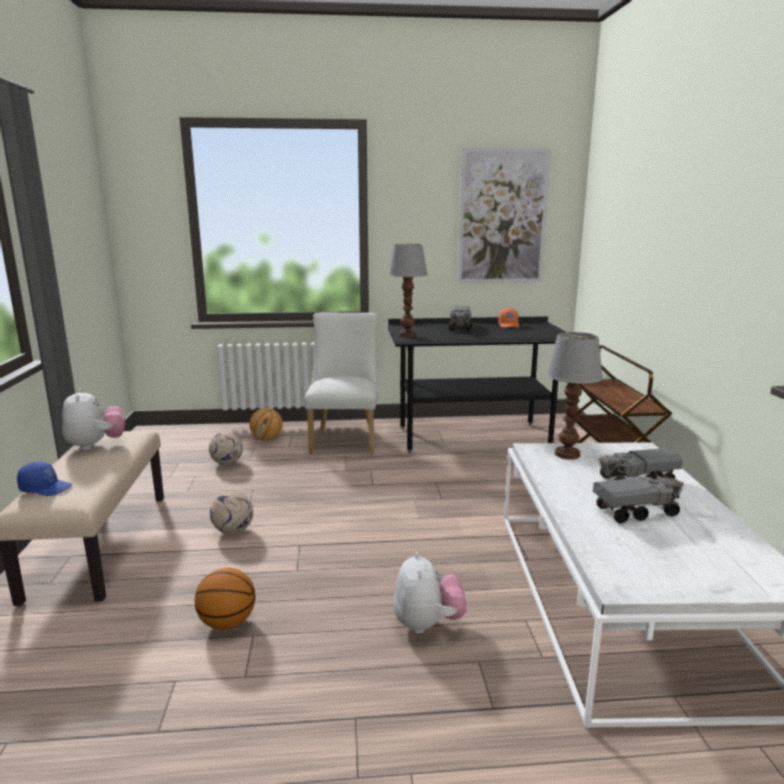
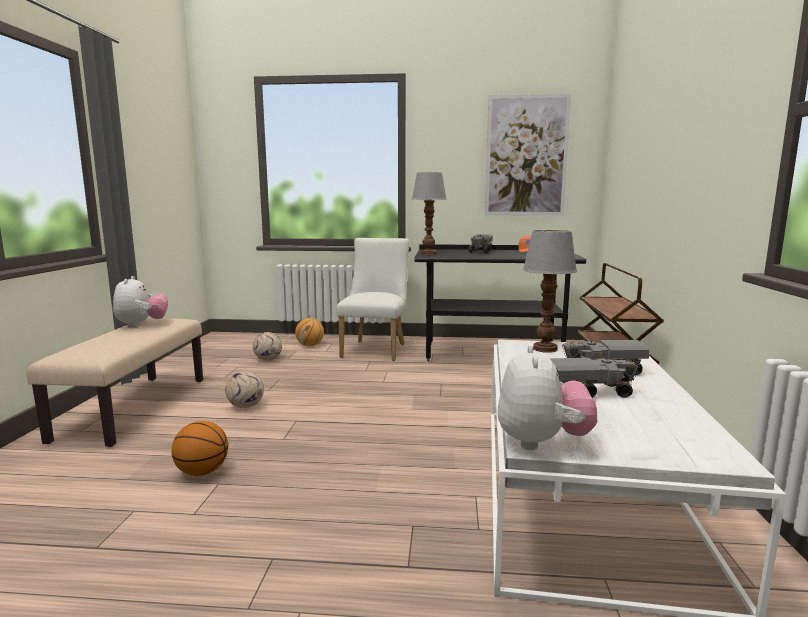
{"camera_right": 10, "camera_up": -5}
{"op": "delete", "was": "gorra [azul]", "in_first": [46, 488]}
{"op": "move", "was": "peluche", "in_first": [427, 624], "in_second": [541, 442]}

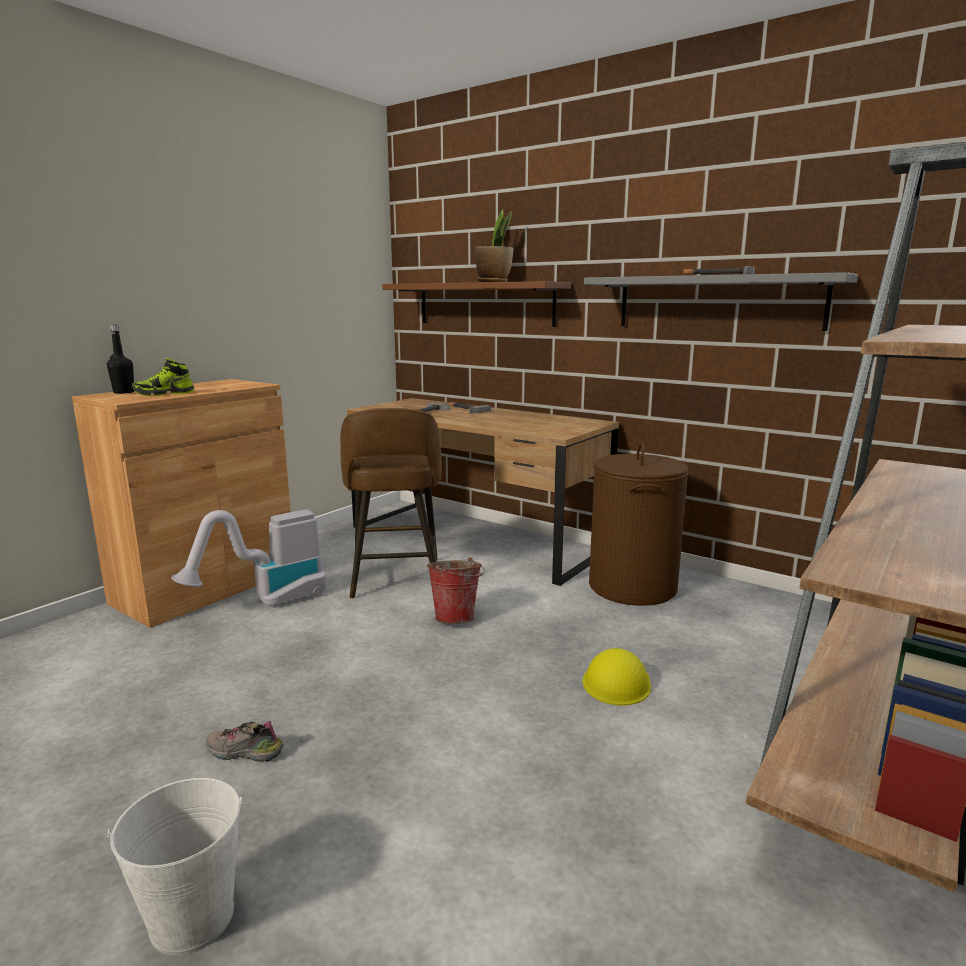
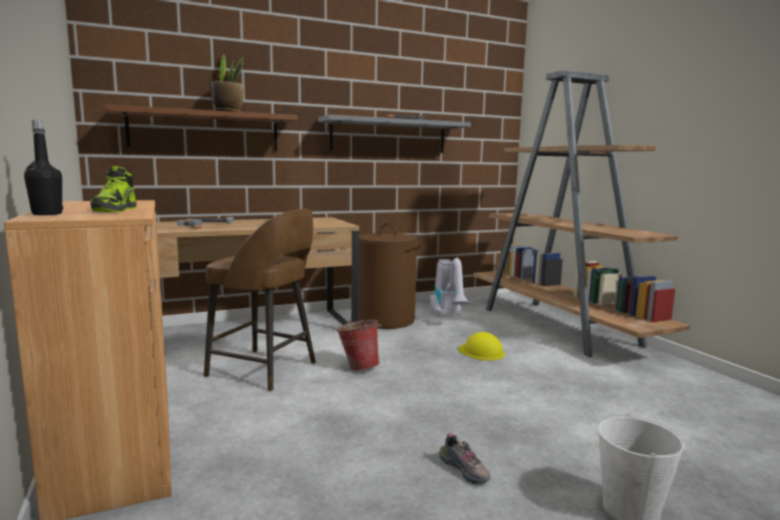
{"camera_right": -60, "camera_up": -5}
{"op": "move", "was": "aspiradora", "in_first": [267, 602], "in_second": [448, 315]}
{"op": "rotate", "was": "zapato", "in_first": [243, 753], "in_second": [465, 470], "clockwise": -75}

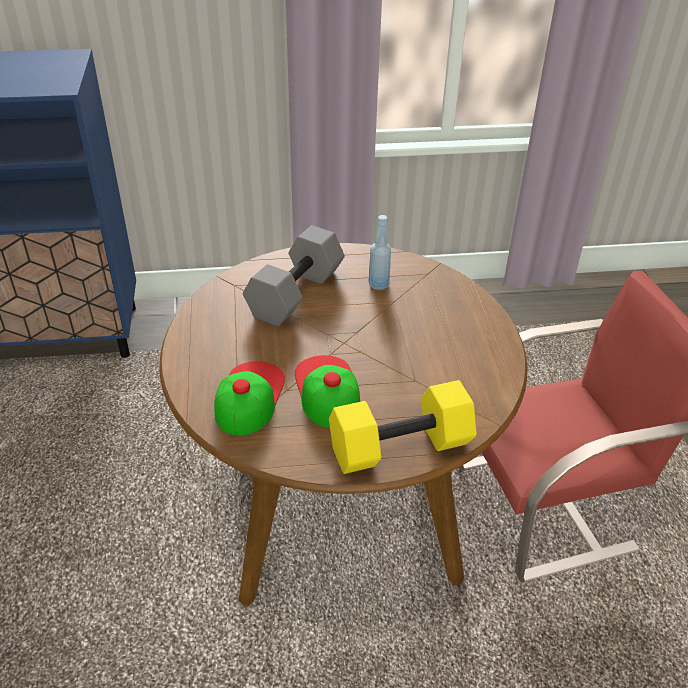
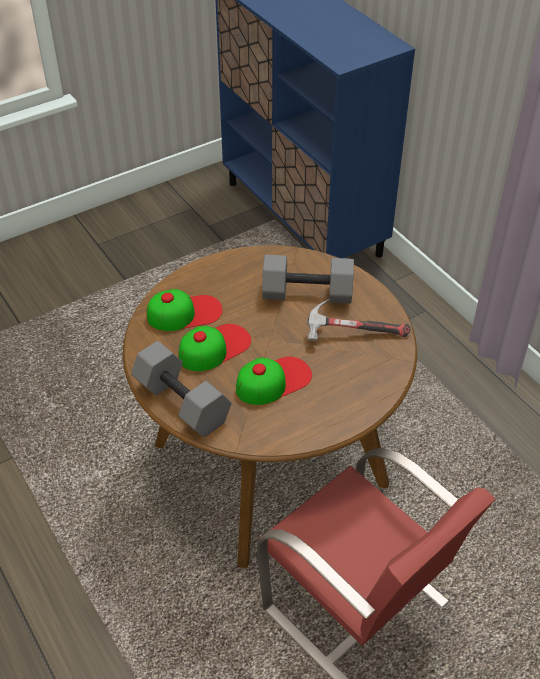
{"camera_right": 65, "camera_up": 5}
{"op": "insert", "now": "gorra", "in_second": [273, 380]}
{"op": "replace", "was": "botella [azul]", "now": "martillo", "in_first": [378, 284], "in_second": [353, 334]}
{"op": "recolor", "was": "mancuerna [amarillo]", "now": "mancuerna [gris]", "in_first": [400, 445], "in_second": [184, 402]}

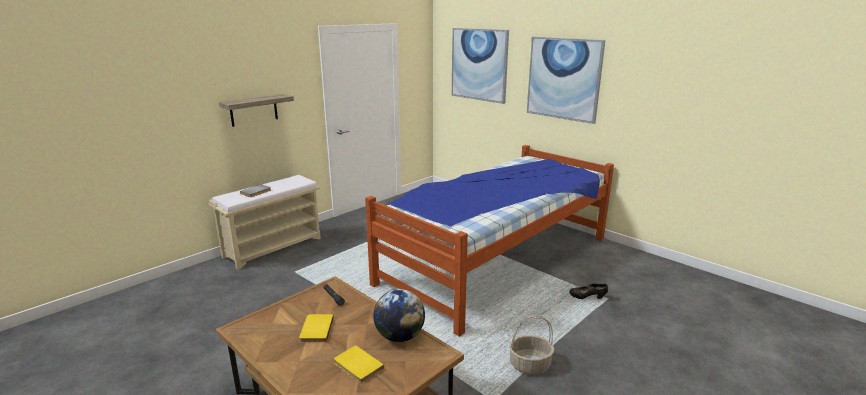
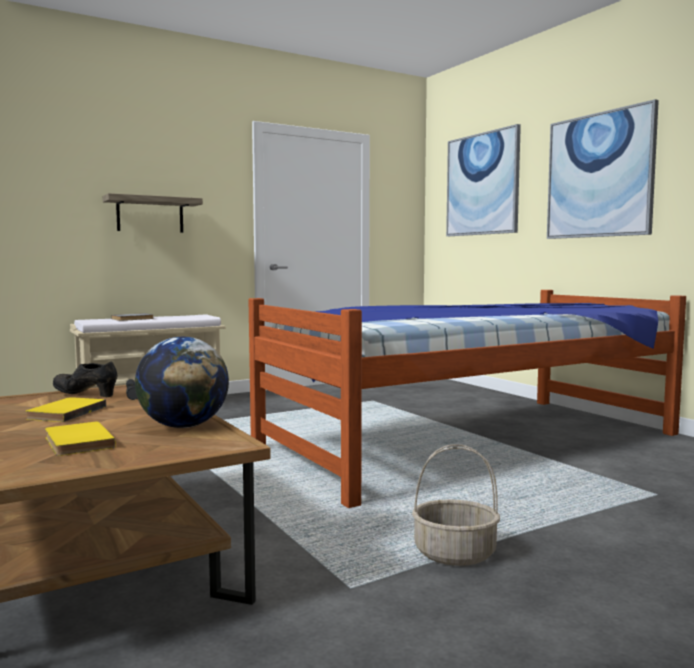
{"camera_right": 15, "camera_up": -15}
{"op": "move", "was": "zapato [negro]", "in_first": [587, 298], "in_second": [86, 395]}

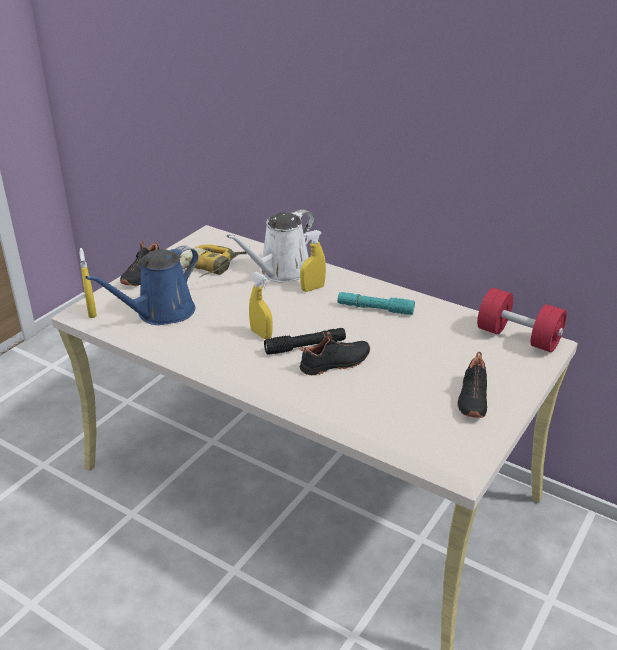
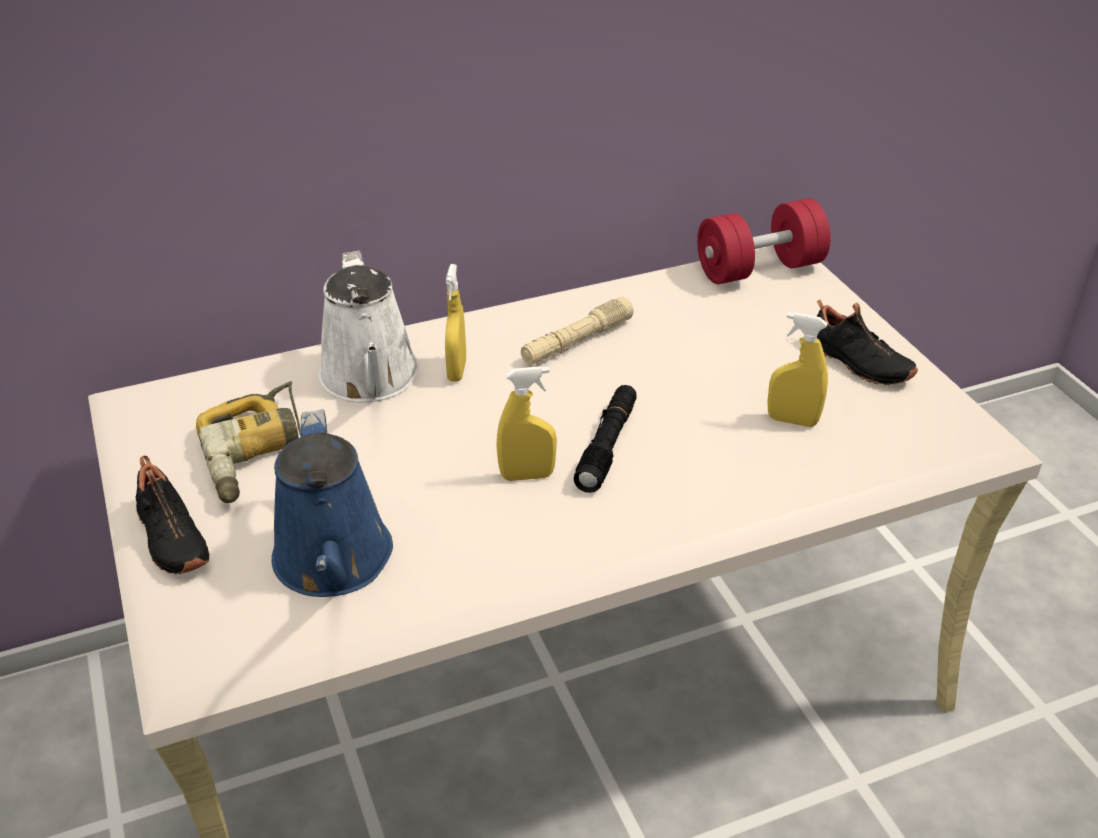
{"camera_right": -55, "camera_up": 5}
{"op": "delete", "was": "zapato [negro]", "in_first": [335, 364]}
{"op": "move", "was": "pulverizador [amarillo]", "in_first": [92, 312], "in_second": [792, 420]}
{"op": "recolor", "was": "linterna [turquesa]", "now": "linterna [beis]", "in_first": [375, 309], "in_second": [577, 342]}

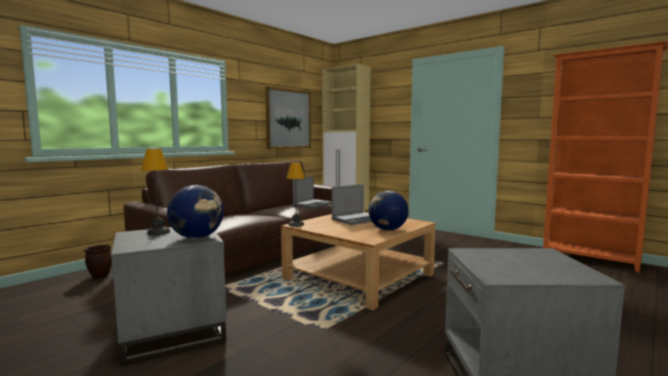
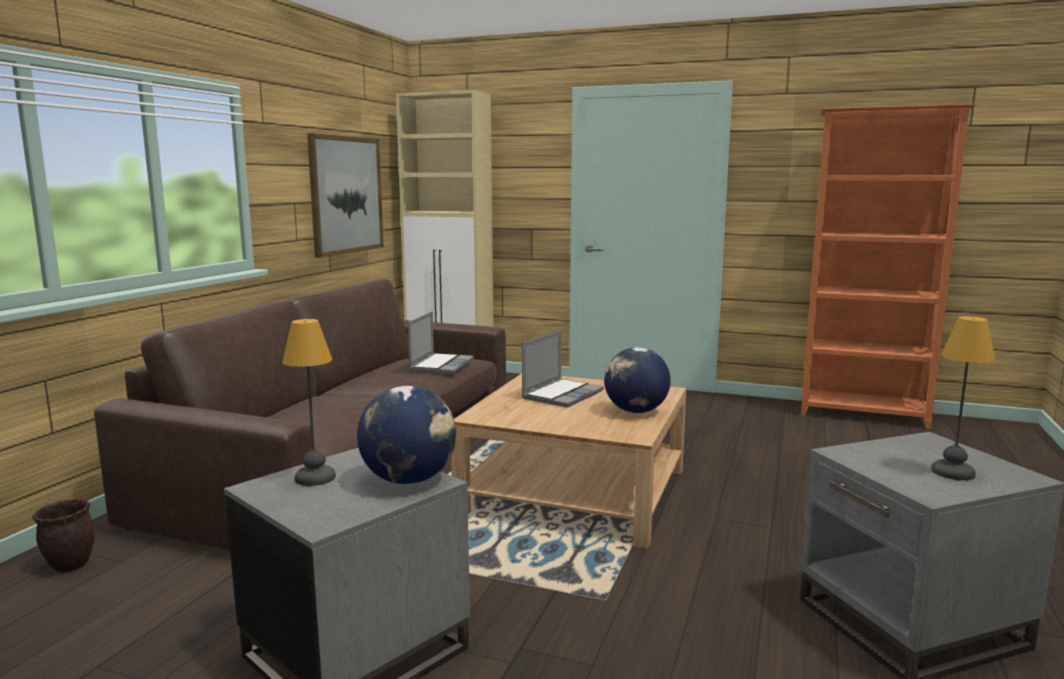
{"camera_right": -20, "camera_up": 5}
{"op": "move", "was": "lámpara de mesa", "in_first": [296, 224], "in_second": [953, 472]}

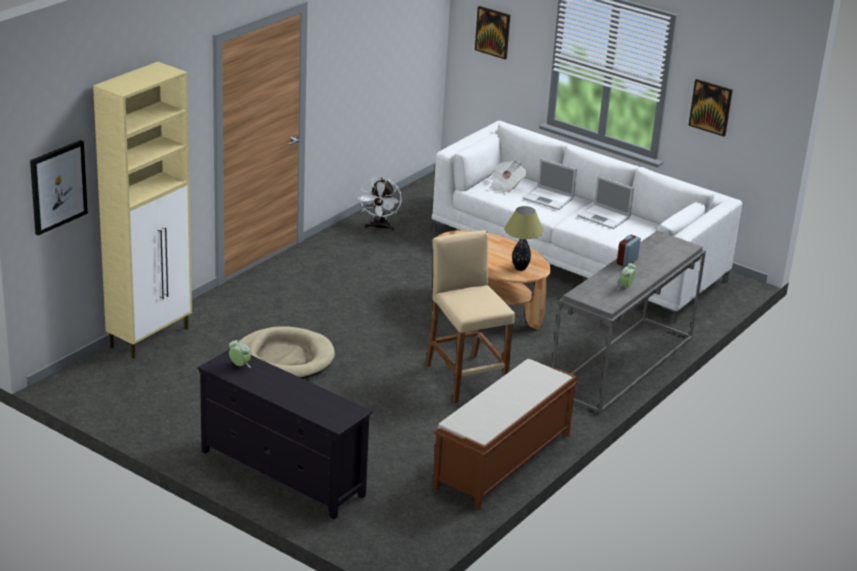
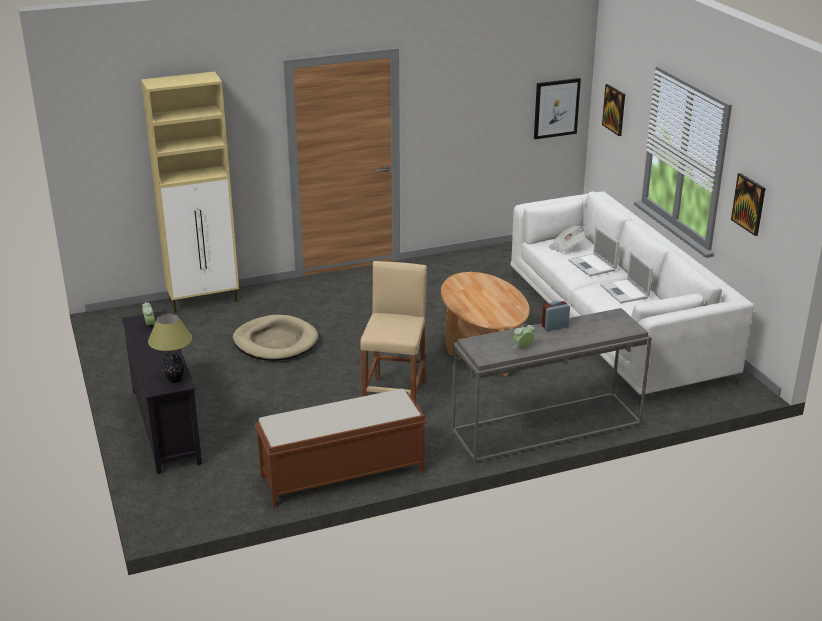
{"camera_right": 35, "camera_up": 0}
{"op": "delete", "was": "ventilador [blanco]", "in_first": [379, 227]}
{"op": "move", "was": "cuadro", "in_first": [58, 186], "in_second": [556, 108]}
{"op": "move", "was": "lámpara de mesa", "in_first": [520, 268], "in_second": [175, 380]}

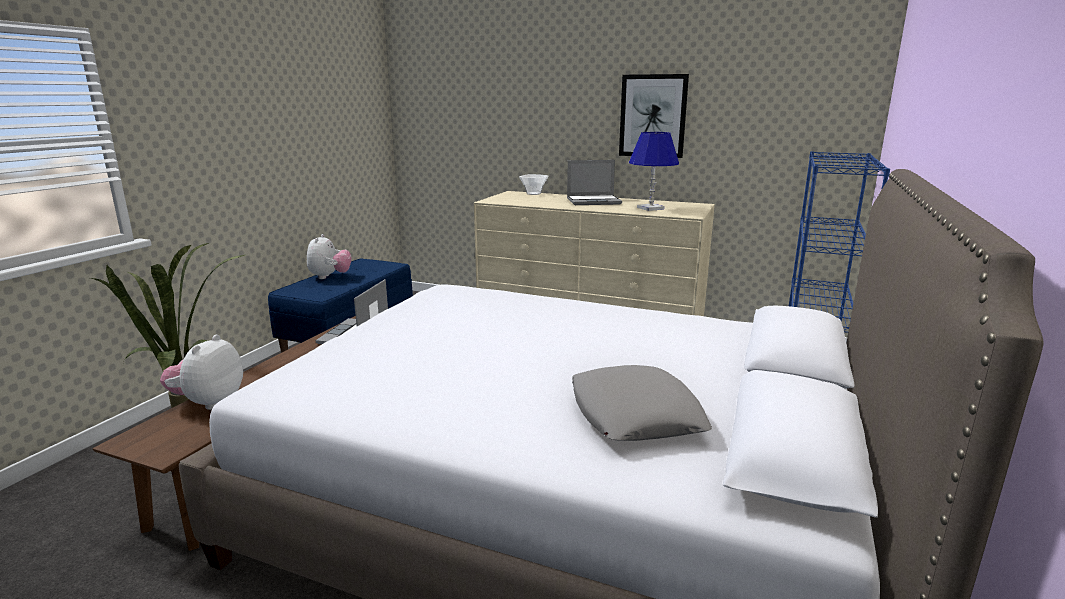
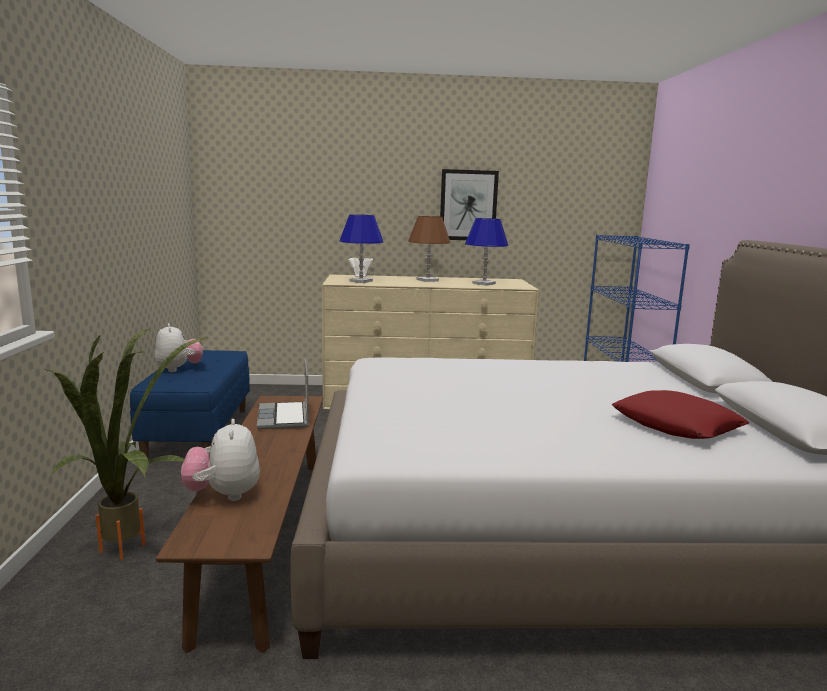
{"camera_right": -25, "camera_up": -5}
{"op": "insert", "now": "lámpara de mesa [azul]", "in_second": [361, 281]}
{"op": "replace", "was": "portátil", "now": "lámpara de mesa [marrón]", "in_first": [594, 201], "in_second": [427, 280]}
{"op": "recolor", "was": "cojín [gris]", "now": "cojín [rojo]", "in_first": [635, 414], "in_second": [676, 425]}

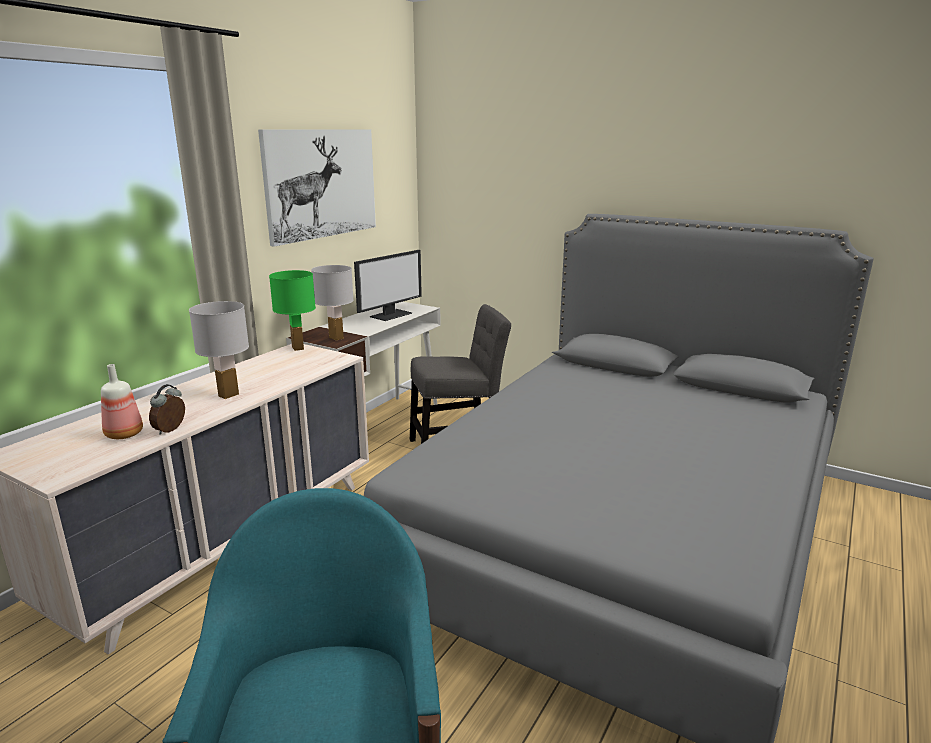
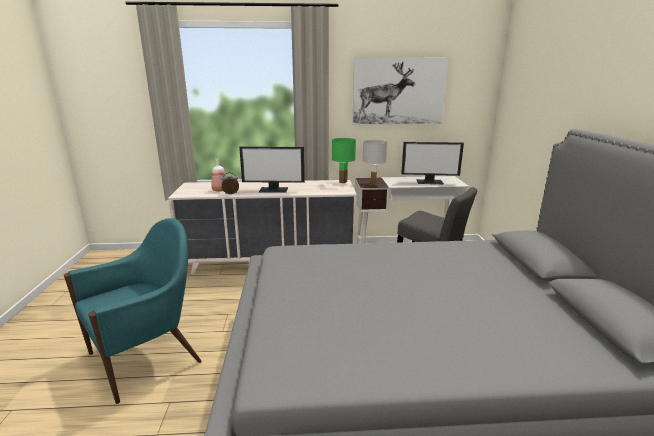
{"camera_right": 55, "camera_up": 0}
{"op": "replace", "was": "lámpara de mesa [blanco]", "now": "monitor", "in_first": [228, 395], "in_second": [274, 189]}

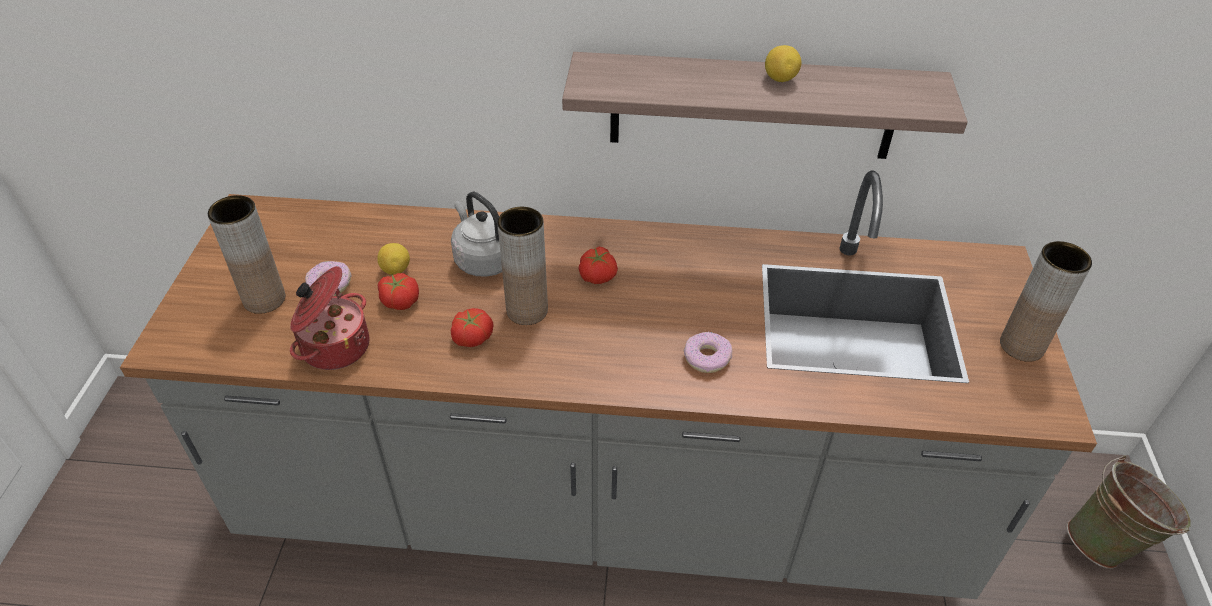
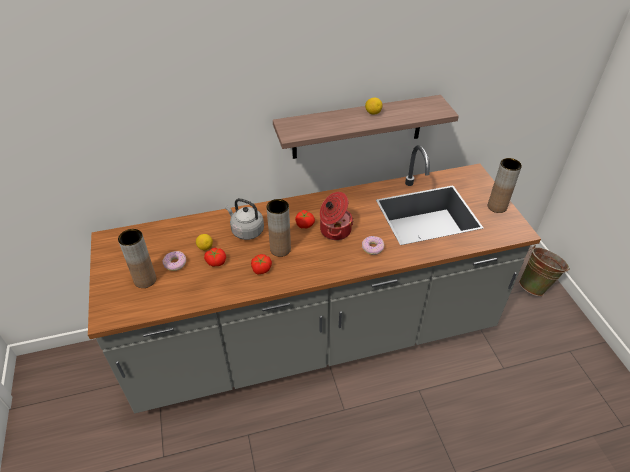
{"camera_right": -20, "camera_up": 0}
{"op": "move", "was": "olla", "in_first": [334, 346], "in_second": [334, 230]}

